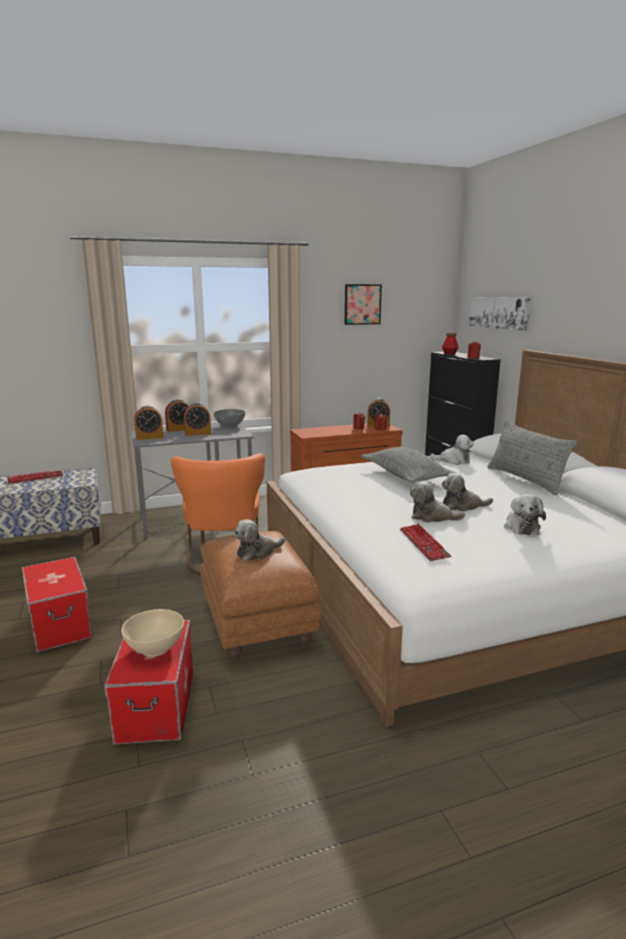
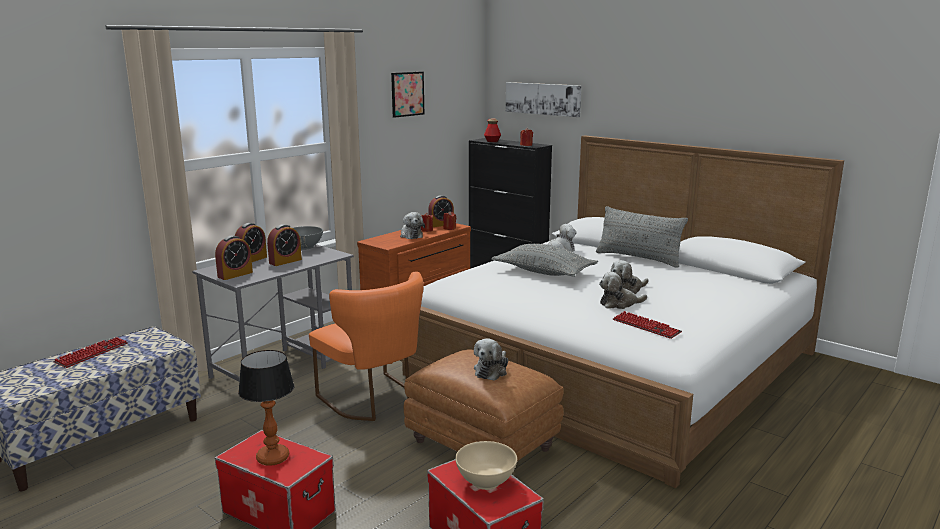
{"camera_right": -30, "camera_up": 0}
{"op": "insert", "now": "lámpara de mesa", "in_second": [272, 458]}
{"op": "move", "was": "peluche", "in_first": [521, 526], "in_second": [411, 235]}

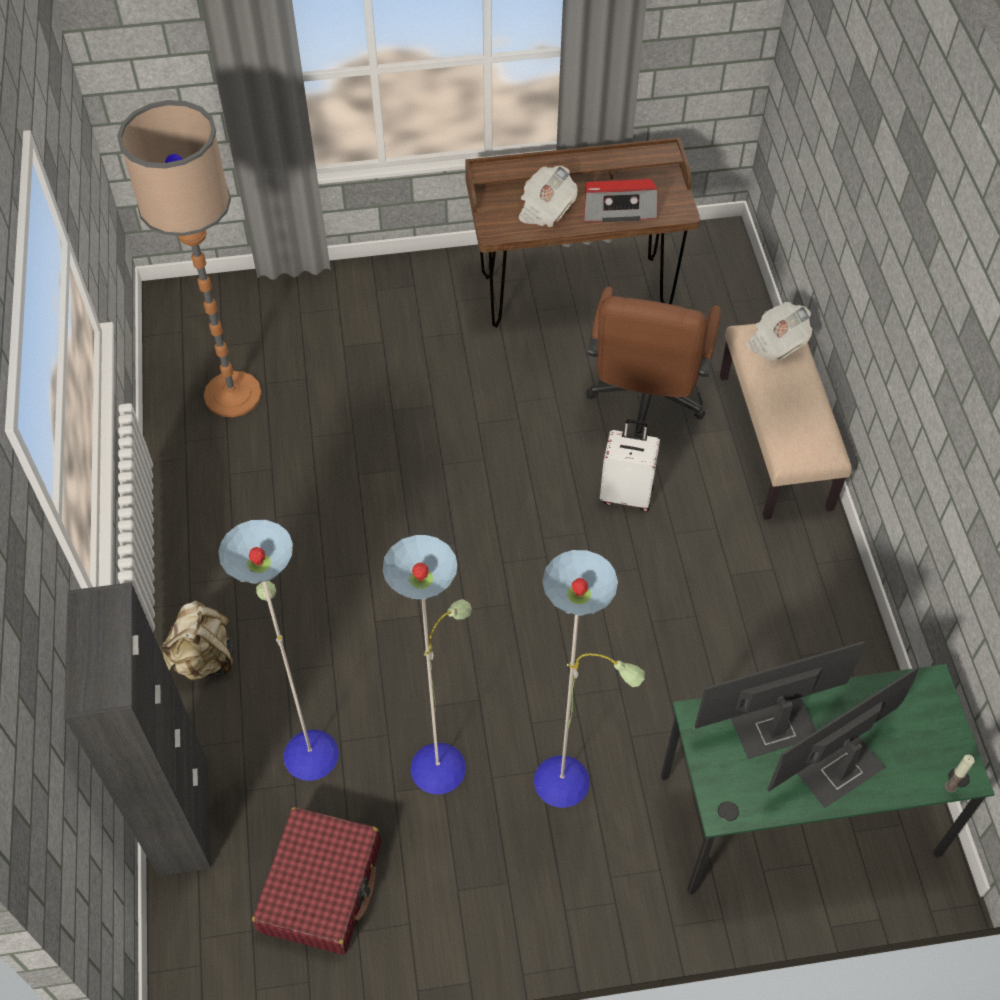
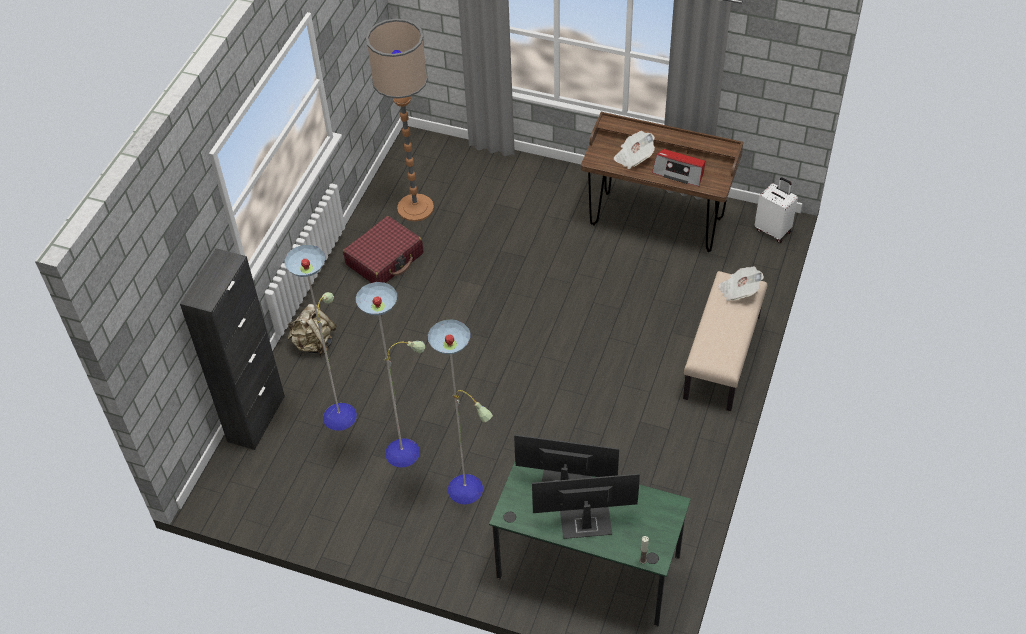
{"camera_right": 30, "camera_up": -5}
{"op": "delete", "was": "silla de oficina [marrón]", "in_first": [645, 403]}
{"op": "move", "was": "maleta [rojo]", "in_first": [321, 887], "in_second": [385, 259]}
{"op": "move", "was": "maleta [blanco]", "in_first": [627, 494], "in_second": [773, 230]}

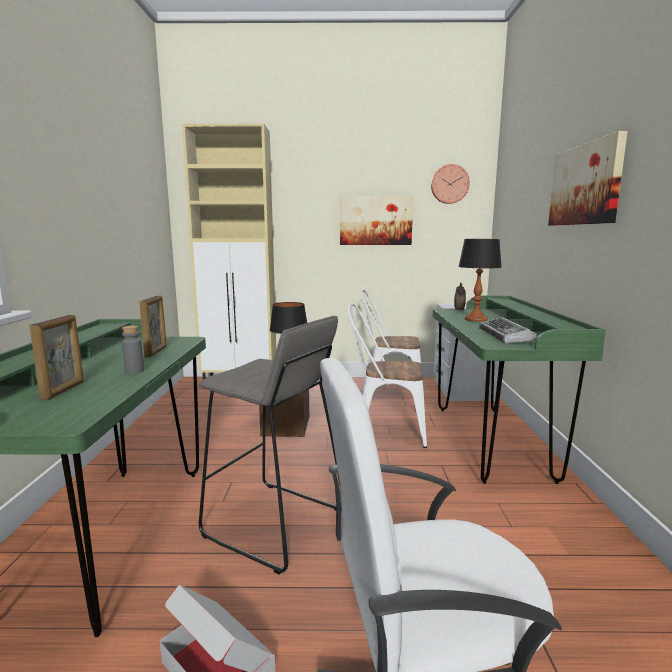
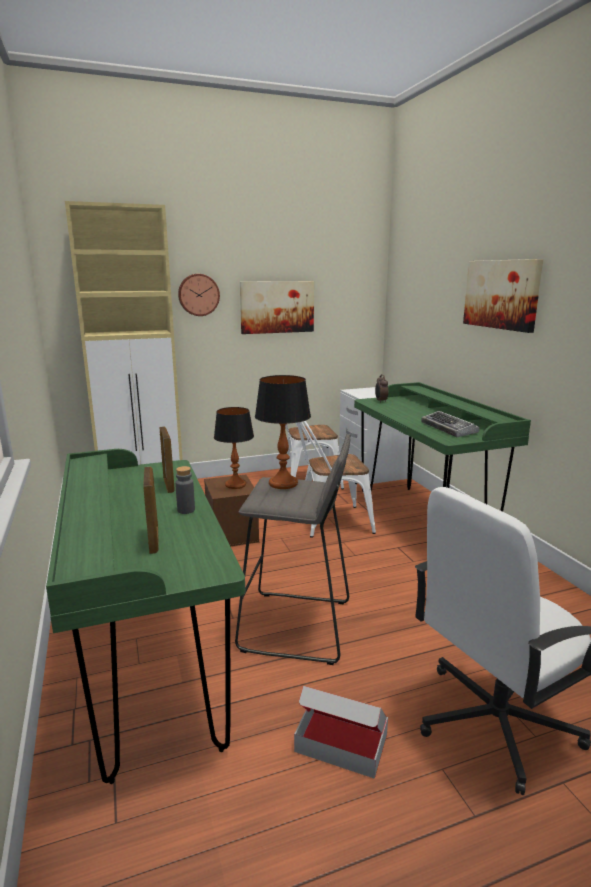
{"camera_right": -20, "camera_up": 5}
{"op": "move", "was": "reloj de pared", "in_first": [449, 184], "in_second": [198, 295]}
{"op": "move", "was": "lámpara de mesa", "in_first": [475, 319], "in_second": [283, 483]}

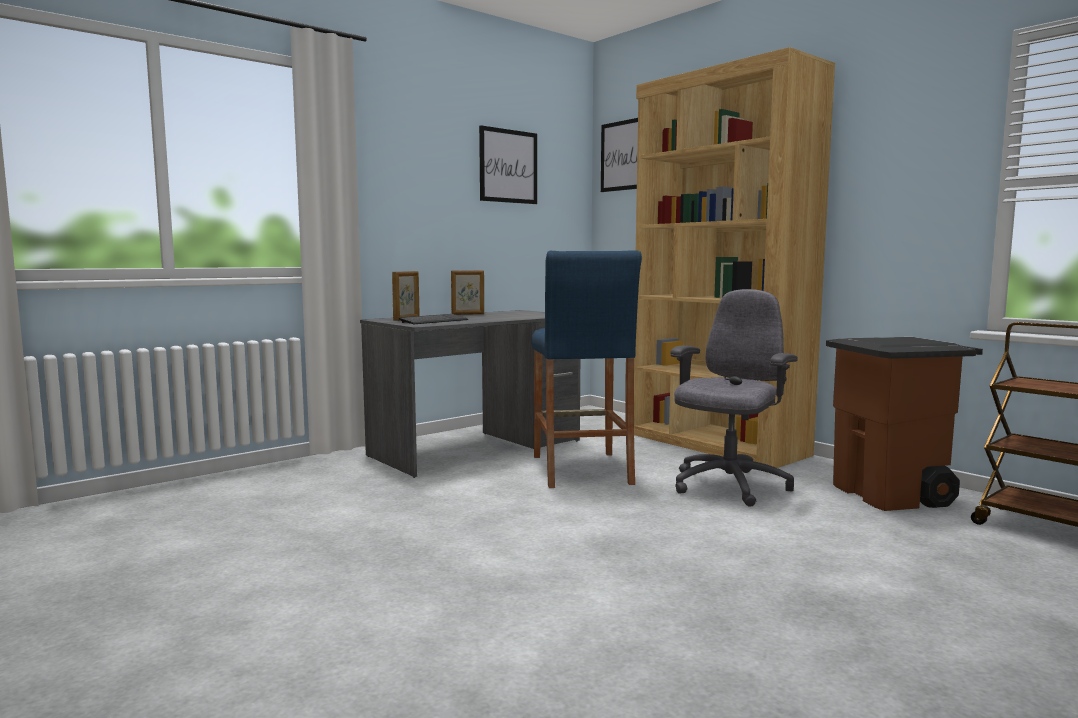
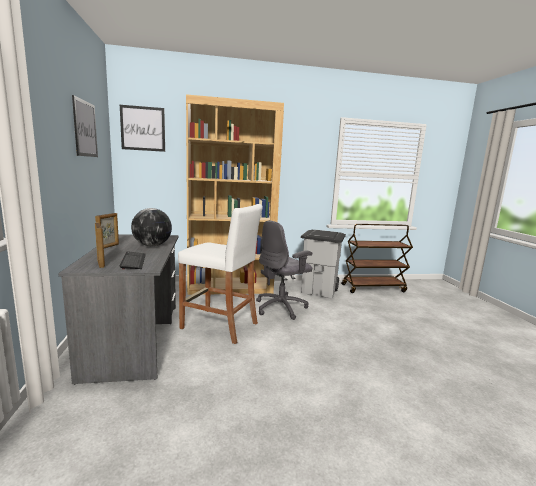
{"camera_right": -60, "camera_up": 5}
{"op": "insert", "now": "globo terráqueo", "in_second": [152, 245]}
{"op": "recolor", "was": "taburete [azul]", "now": "taburete [blanco]", "in_first": [581, 469], "in_second": [219, 325]}
{"op": "recolor", "was": "papelera [marrón]", "now": "papelera [gris]", "in_first": [892, 496], "in_second": [319, 291]}
{"op": "rotate", "was": "silla de oficina [gris]", "in_first": [728, 486], "in_second": [281, 308], "clockwise": -105}

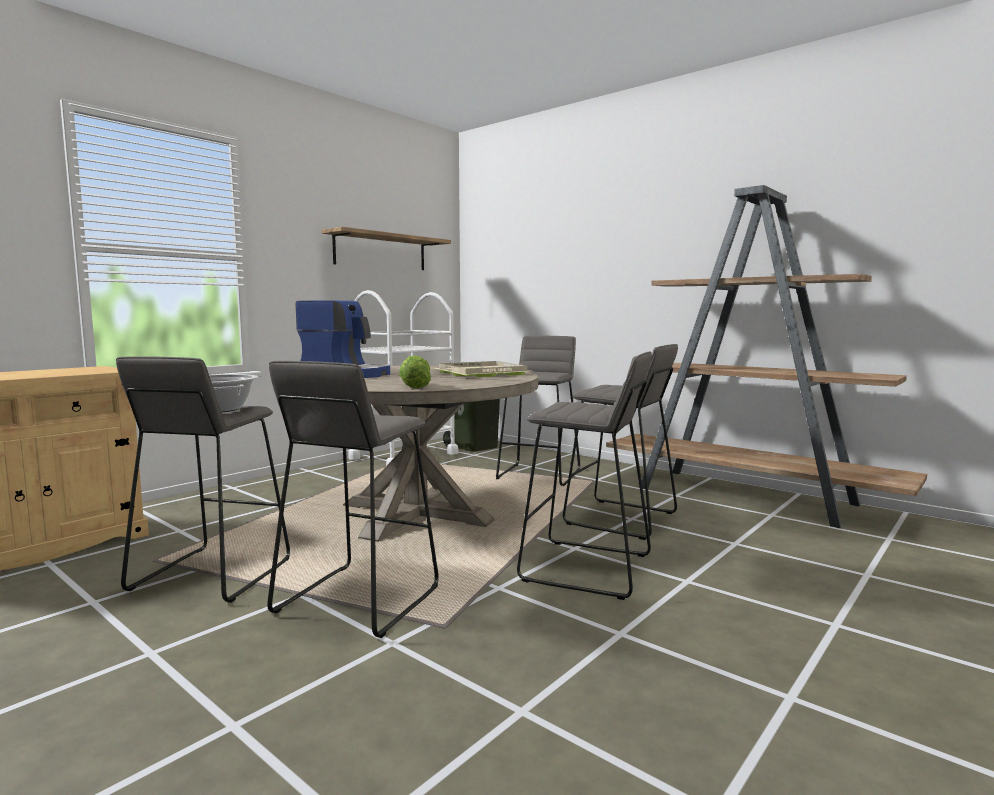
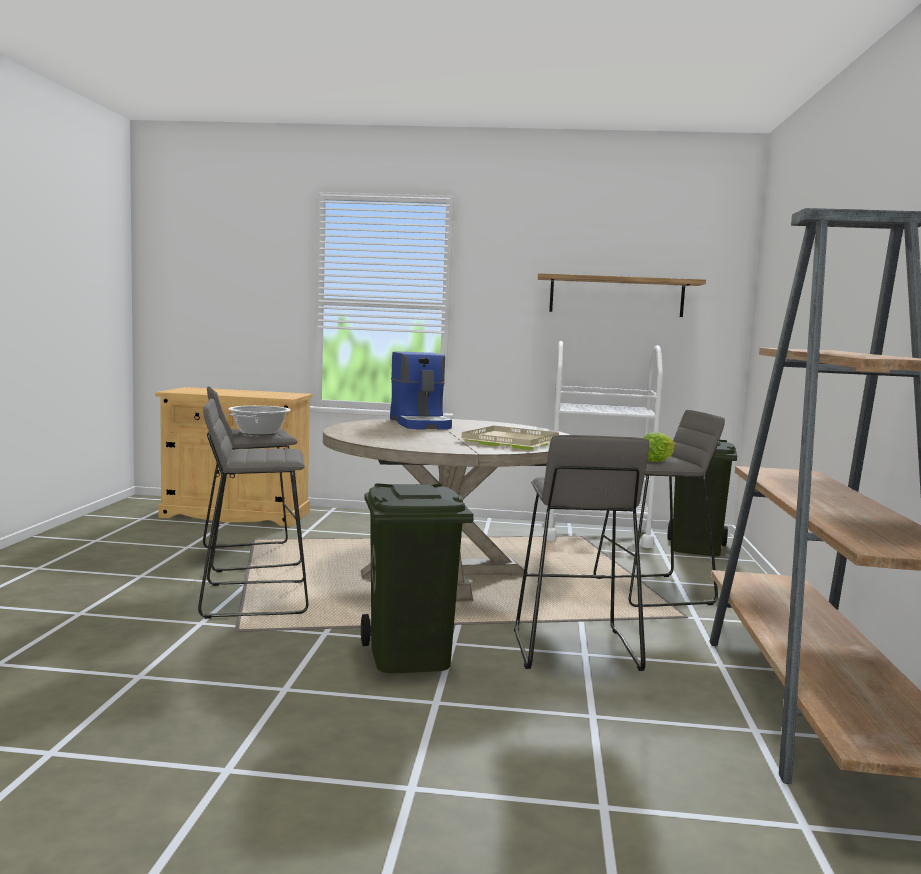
{"camera_right": 55, "camera_up": 0}
{"op": "move", "was": "lechuga", "in_first": [415, 387], "in_second": [656, 461]}
{"op": "replace", "was": "taburete [gris]", "now": "papelera [verde]", "in_first": [586, 568], "in_second": [408, 656]}

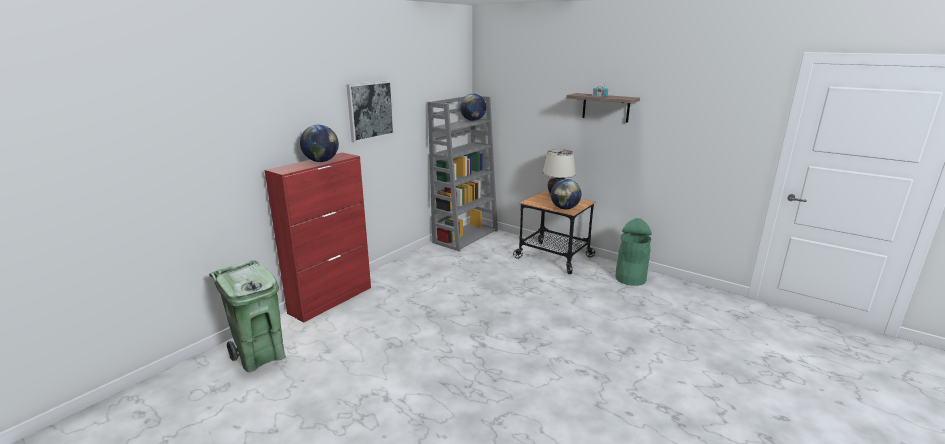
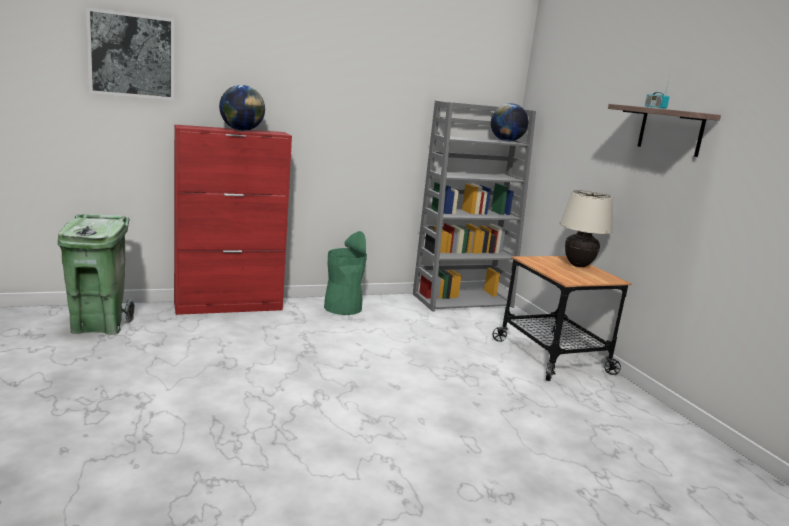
{"camera_right": 30, "camera_up": -5}
{"op": "delete", "was": "globo terráqueo", "in_first": [564, 208]}
{"op": "move", "was": "cuadro", "in_first": [370, 110], "in_second": [132, 55]}
{"op": "move", "was": "papelera [verde]", "in_first": [630, 278], "in_second": [343, 308]}

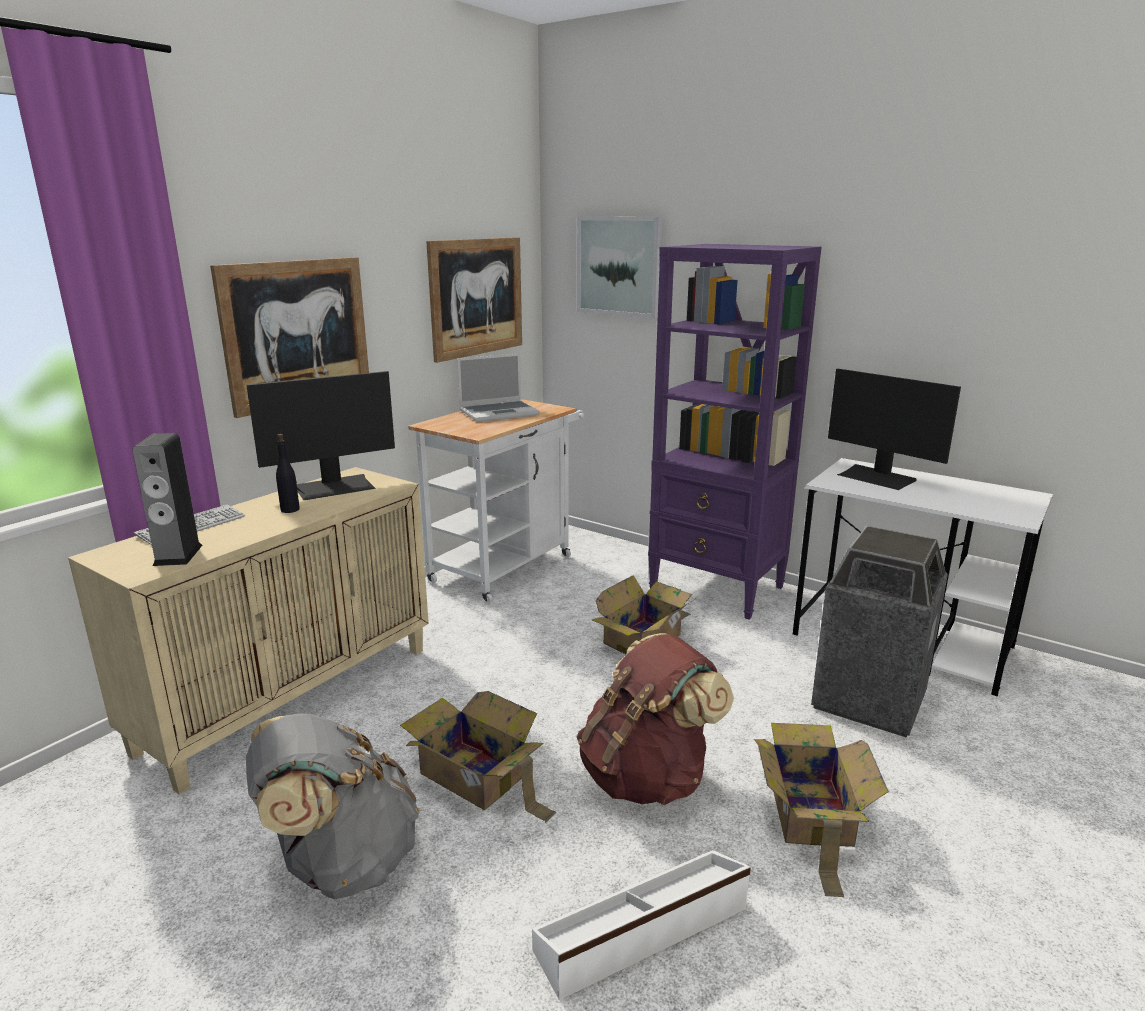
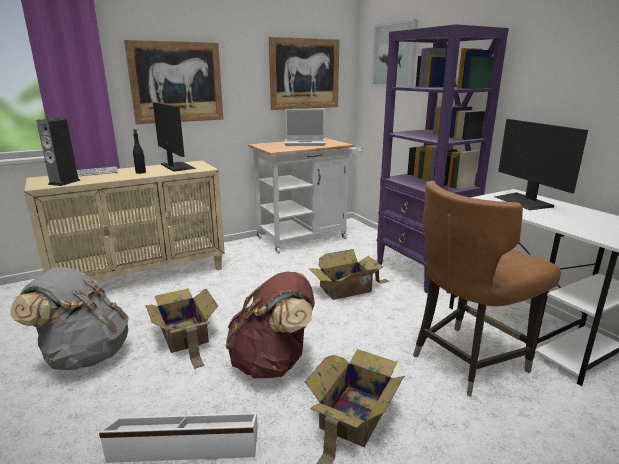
{"camera_right": 25, "camera_up": 0}
{"op": "replace", "was": "papelera", "now": "silla [marrón]", "in_first": [868, 700], "in_second": [466, 360]}
{"op": "rotate", "was": "monitor", "in_first": [335, 487], "in_second": [177, 166], "clockwise": -120}

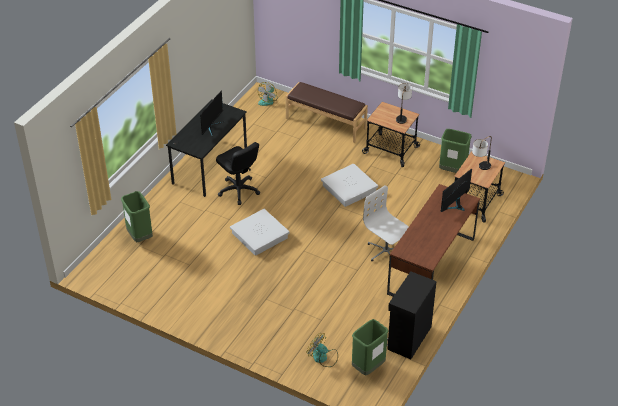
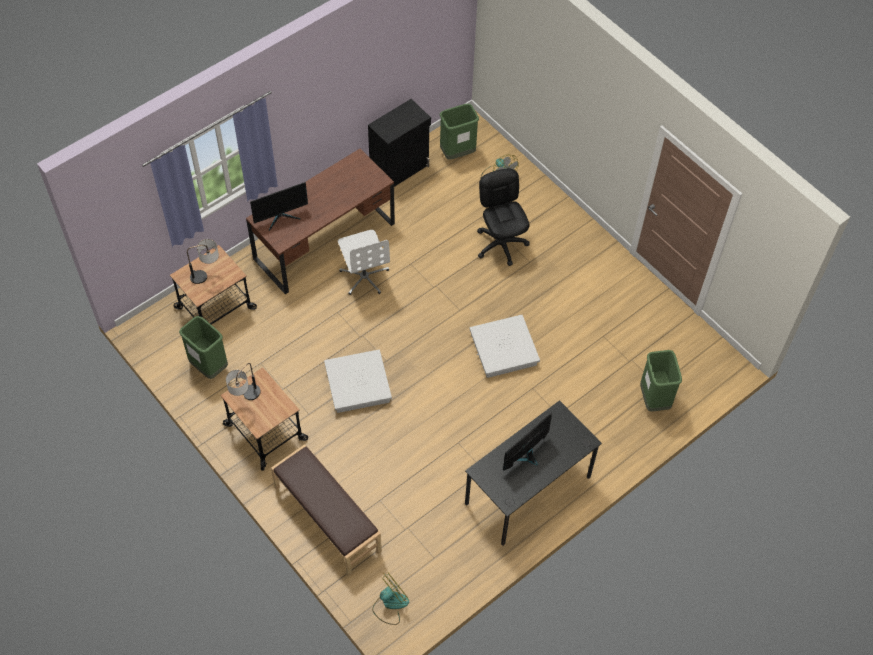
{"camera_right": -160, "camera_up": 15}
{"op": "move", "was": "silla de oficina [negro]", "in_first": [238, 190], "in_second": [501, 244]}

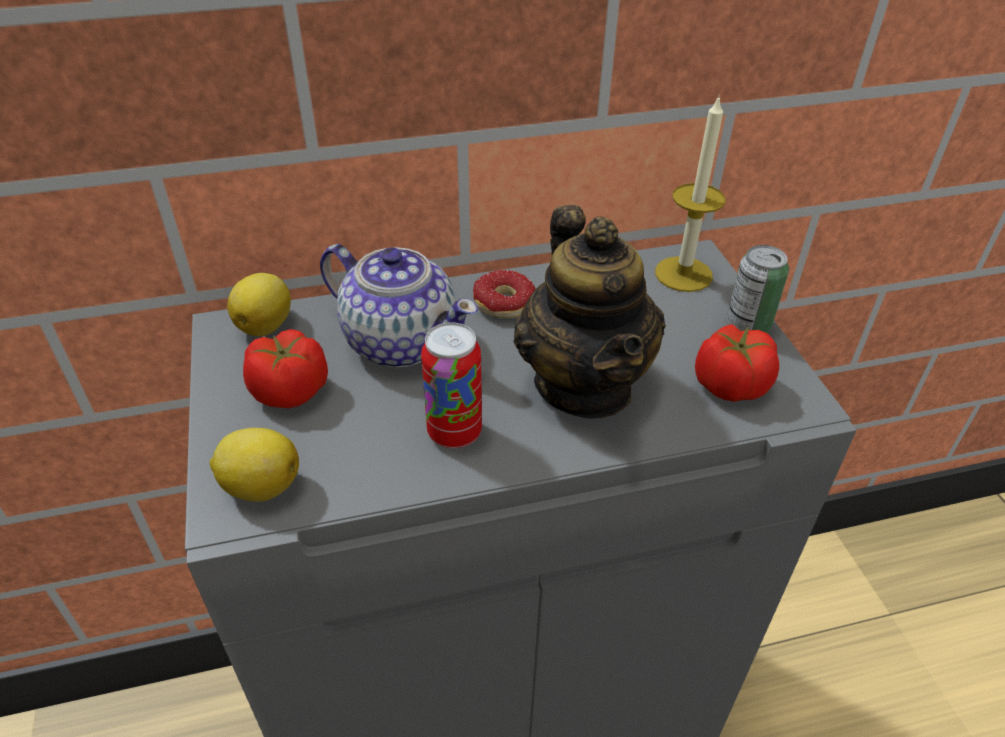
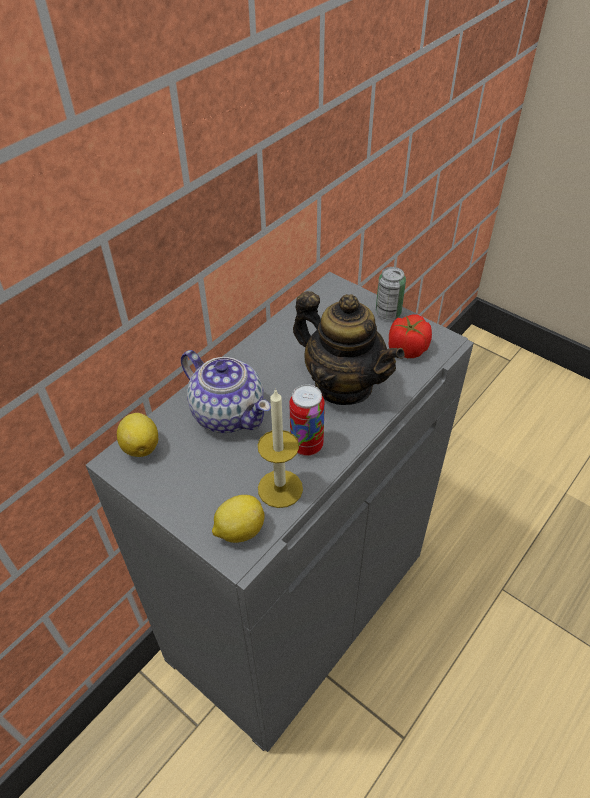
{"camera_right": -35, "camera_up": 5}
{"op": "delete", "was": "tomate", "in_first": [291, 391]}
{"op": "delete", "was": "rosquilla", "in_first": [498, 310]}
{"op": "move", "was": "vela", "in_first": [683, 274], "in_second": [280, 488]}
{"op": "rotate", "was": "tetera", "in_first": [400, 341], "in_second": [228, 413], "clockwise": 45}

